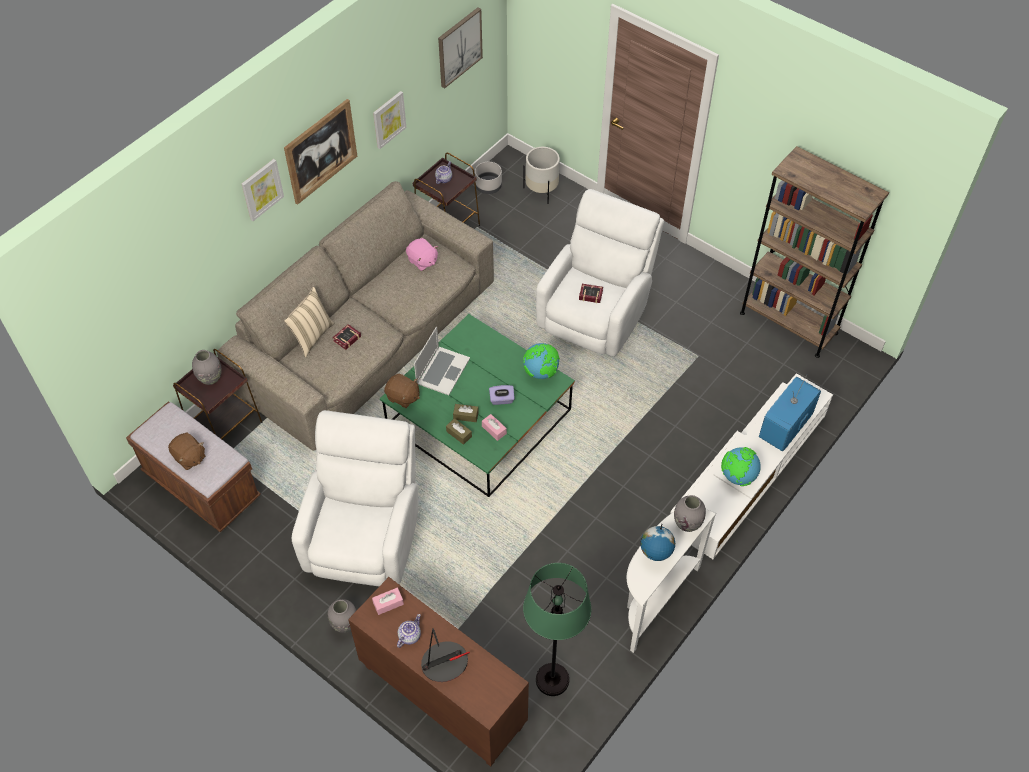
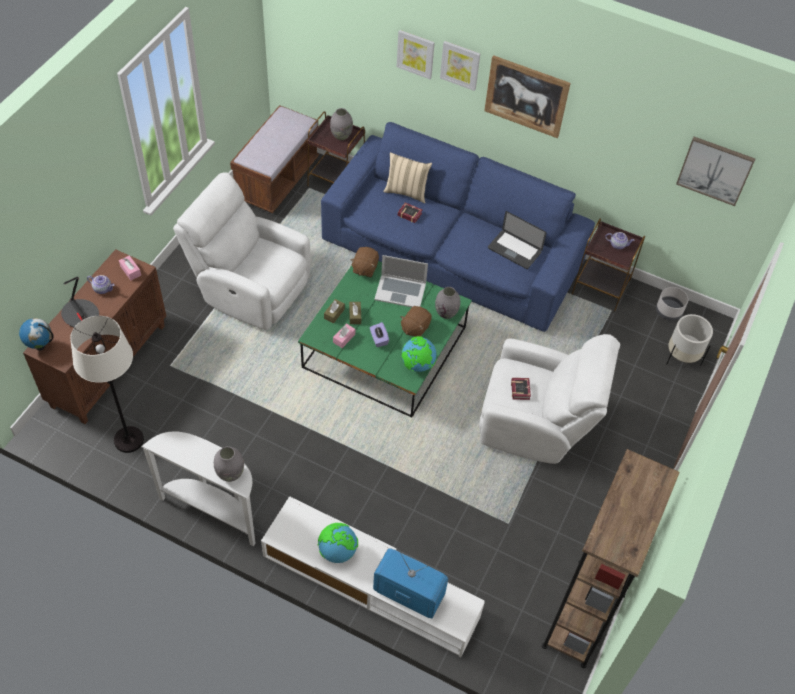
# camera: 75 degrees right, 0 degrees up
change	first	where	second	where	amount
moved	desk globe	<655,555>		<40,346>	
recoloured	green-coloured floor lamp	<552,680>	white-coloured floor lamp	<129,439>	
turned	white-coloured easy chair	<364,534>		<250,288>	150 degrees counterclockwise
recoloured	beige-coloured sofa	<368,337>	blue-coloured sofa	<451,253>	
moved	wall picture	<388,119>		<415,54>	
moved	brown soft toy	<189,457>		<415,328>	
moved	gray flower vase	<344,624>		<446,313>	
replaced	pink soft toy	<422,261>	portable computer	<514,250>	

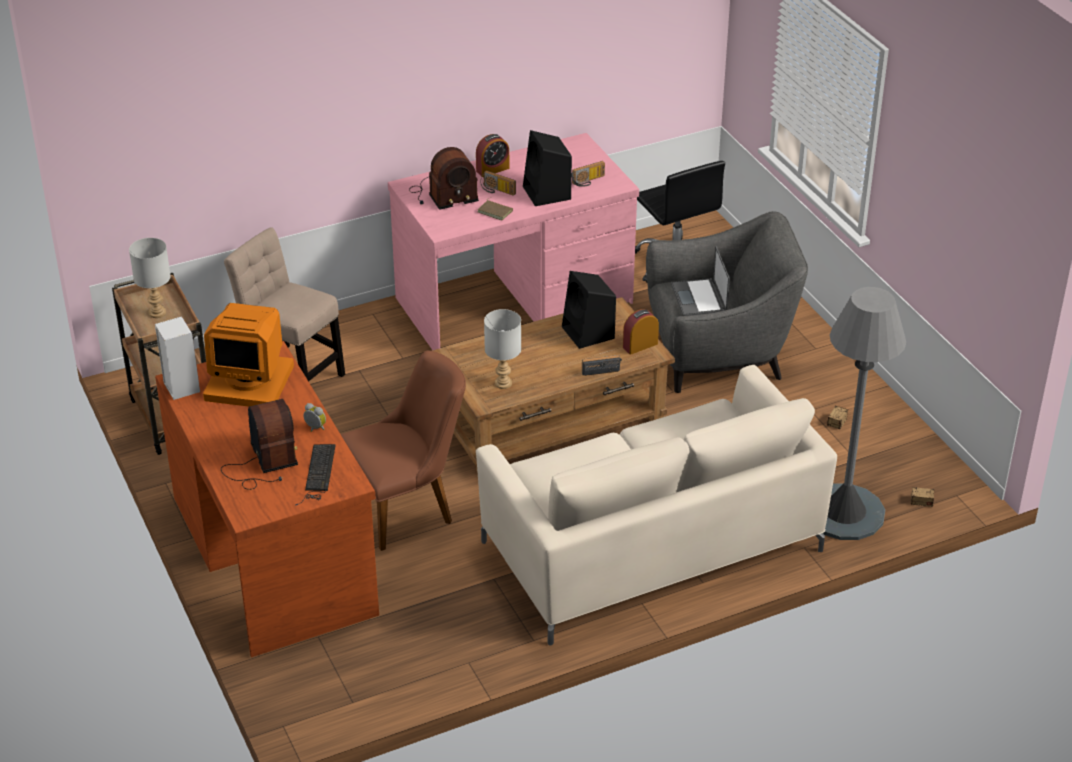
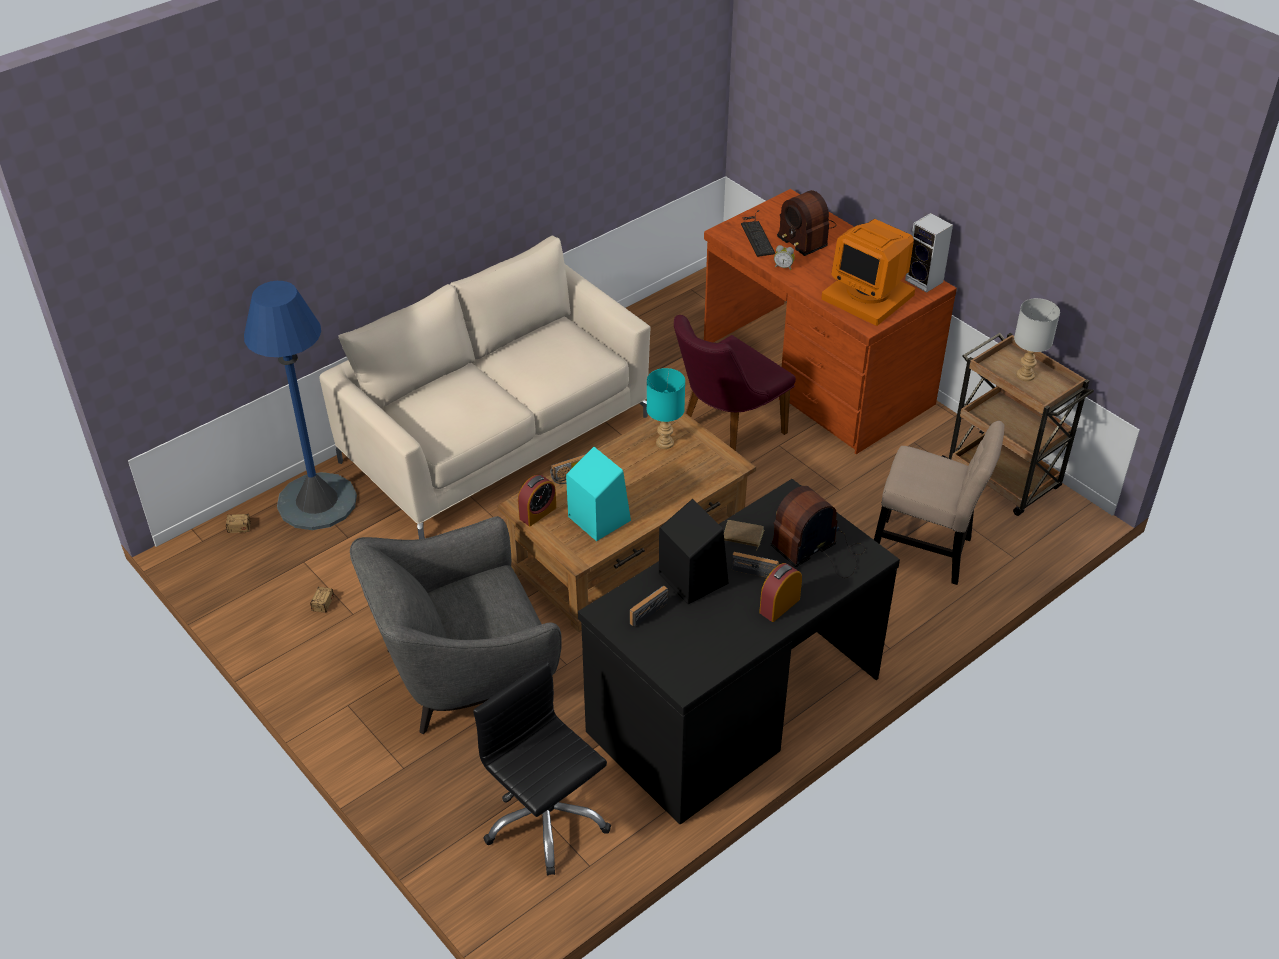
# camera: 165 degrees right, 5 degrees up
change	first	where	second	where	amount
recoloured	gray floor lamp	<844,513>	blue-coloured floor lamp	<317,502>	
recoloured	blackish audio speaker	<589,333>	turquoise-coloured audio speaker	<597,518>	
recoloured	pink desk table	<515,301>	blackish desk table	<732,704>	
recoloured	gray lamp for a table	<504,383>	turquoise-coloured lamp for a table	<664,443>	
recoloured	brown plain chair	<409,508>	purple-coloured plain chair	<725,433>	
turned	computer screen	<250,381>		<869,296>	135 degrees counterclockwise
removed	portable computer	<699,299>			

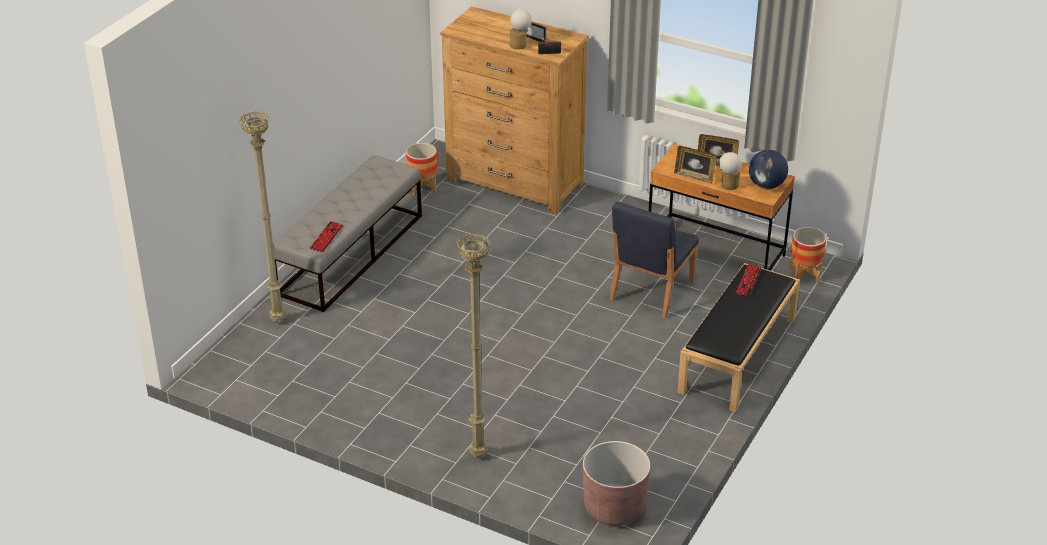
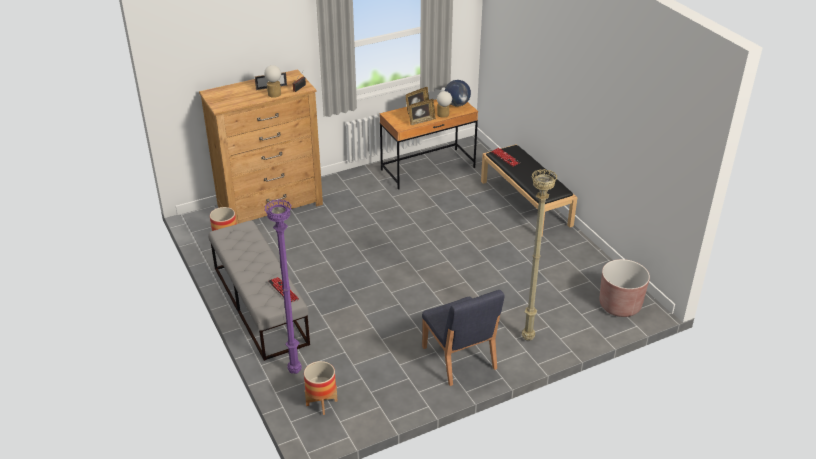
# camera: 55 degrees left, 0 degrees up
change	first	where	second	where	amount
recoloured	beige-coloured floor lamp	<277,321>	purple-coloured floor lamp	<295,372>	
moved	plant pot	<804,275>		<322,403>	
moved	blue-coloured plain chair	<651,291>		<459,358>	

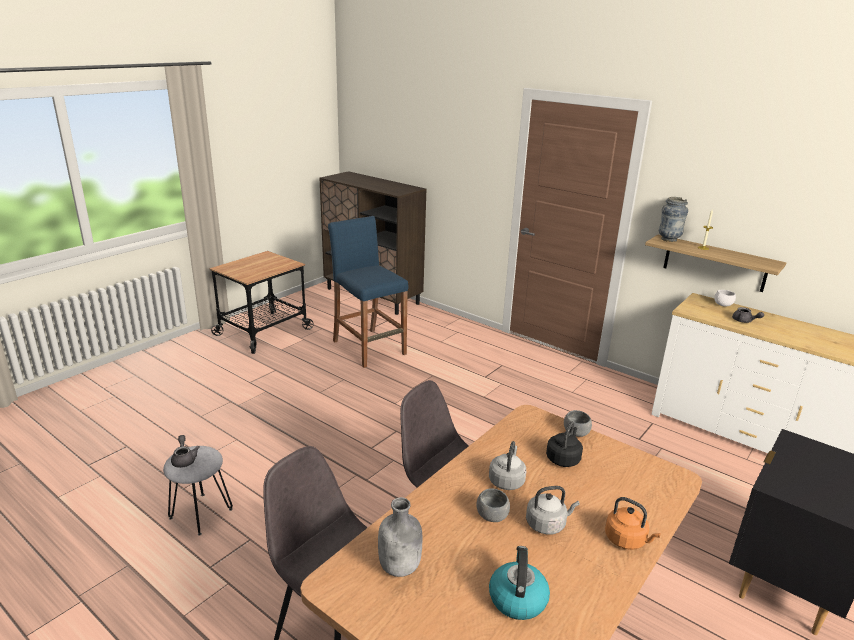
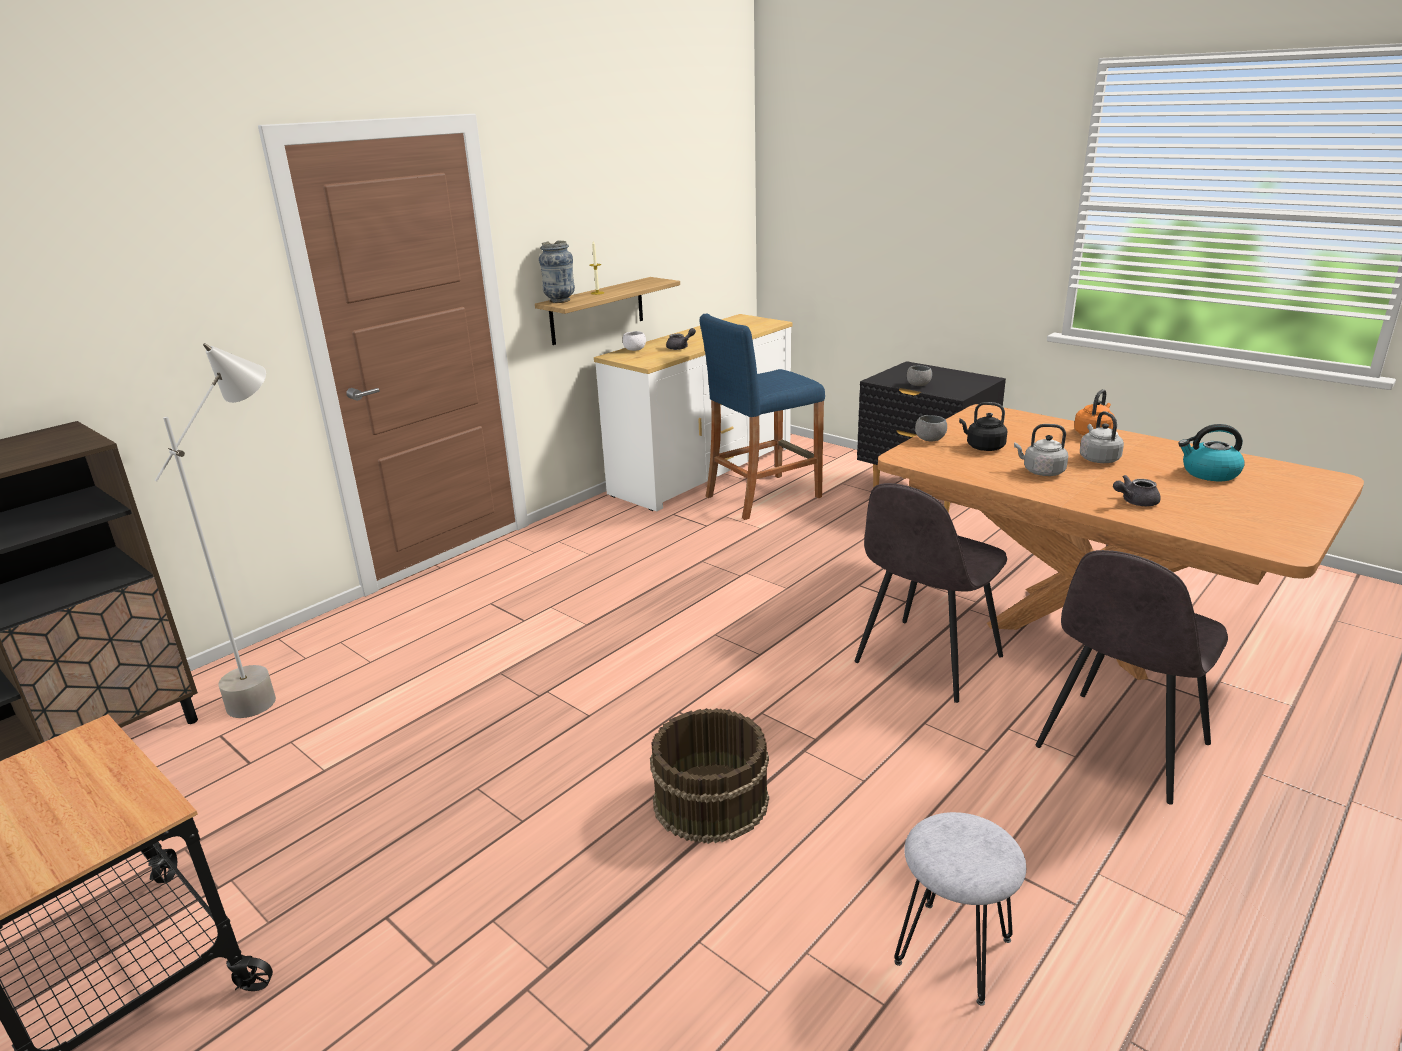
# camera: 85 degrees left, 0 degrees up
change	first	where	second	where	amount
added			gray floor lamp	<281,683>	
added			brown water bucket	<710,800>	
moved	blue-coloured stool seat	<369,348>		<763,496>	
moved	gray bowl	<492,516>		<918,385>	
moved	gray tea pot	<184,459>		<1134,502>	
removed	gray bottle	<400,567>			

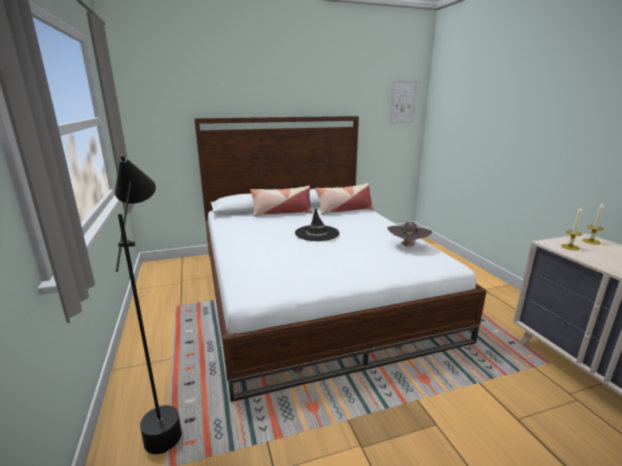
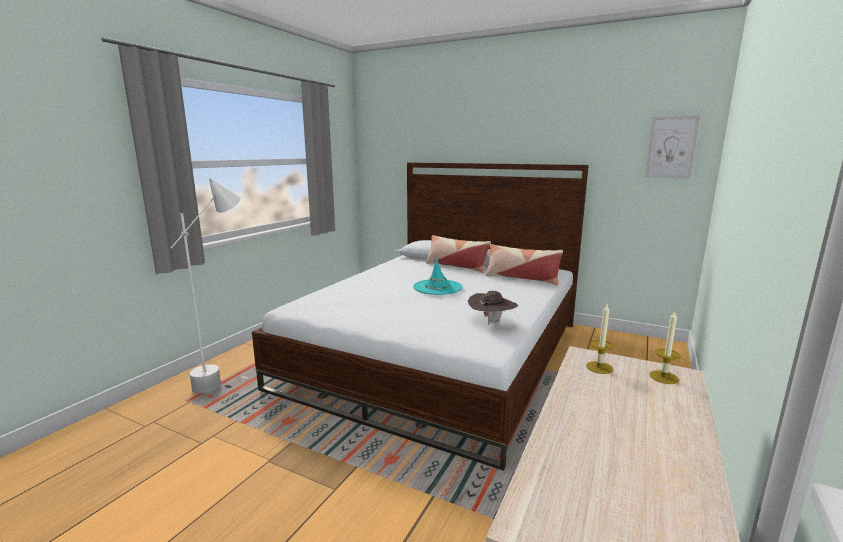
# camera: 45 degrees right, 5 degrees down
change	first	where	second	where	amount
recoloured	blackish floor lamp	<166,414>	white-coloured floor lamp	<226,377>	
recoloured	blackish clothing hat	<317,233>	turquoise-coloured clothing hat	<437,287>	

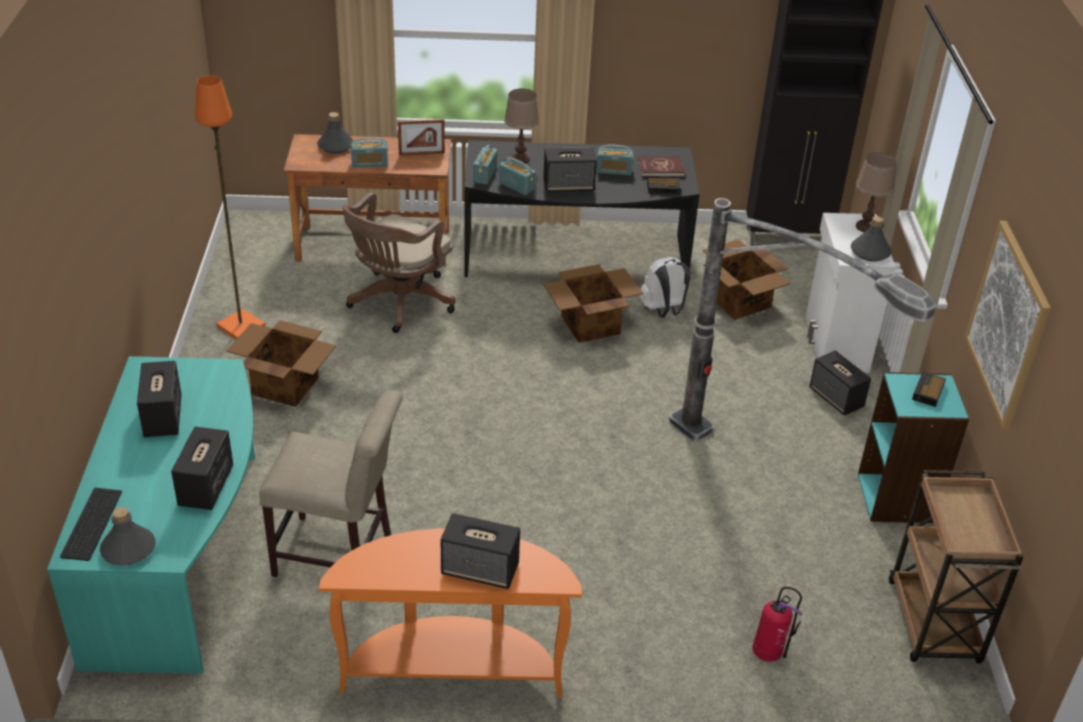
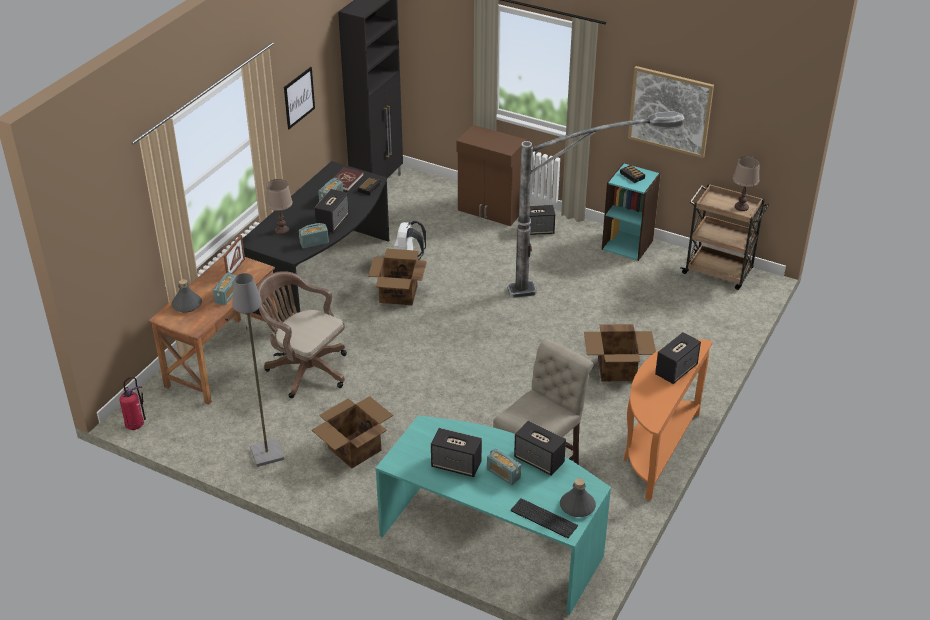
# camera: 60 degrees left, 0 degrees up
change	first	where	second	where	amount
moved	fire extinguisher	<769,653>		<135,425>	
recoloured	orange floor lamp	<240,326>	gray floor lamp	<266,454>	
turned	brown desk chair	<398,303>		<304,369>	150 degrees clockwise
added			wall picture	<299,97>	
recoloured	white-coloured cabinet	<835,344>	brown cabinet	<491,211>	
moved	radio set	<485,175>		<503,474>	
moved	cardboard box	<740,302>		<617,369>	
moved	brown lamp for a table	<865,227>		<741,207>	
removed	gray bottle	<869,252>			

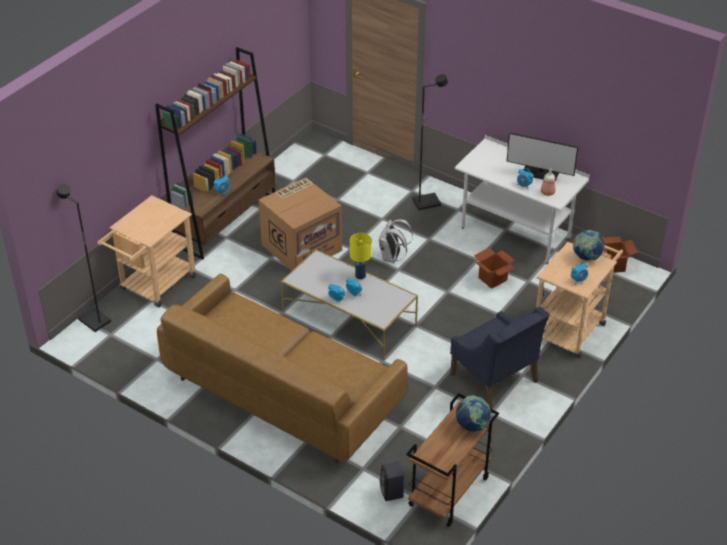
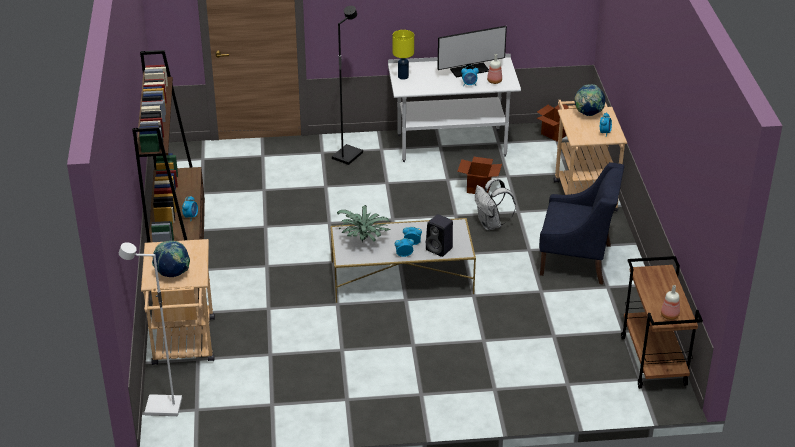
# camera: 40 degrees left, 5 degrees down
change	first	where	second	where	amount
recoloured	blackish floor lamp	<93,321>	white-coloured floor lamp	<163,407>	
moved	desk globe	<472,426>		<173,274>	
added			plant in a pot	<364,240>	
moved	yellowish lamp for a table	<360,275>		<403,76>	
moved	blackish audio speaker	<392,492>		<440,249>	
moved	white-coloured rucksack	<392,257>		<491,224>	
added			bottle	<669,315>	
removed	brown sofa	<281,393>			
removed	cardboard box	<302,246>			

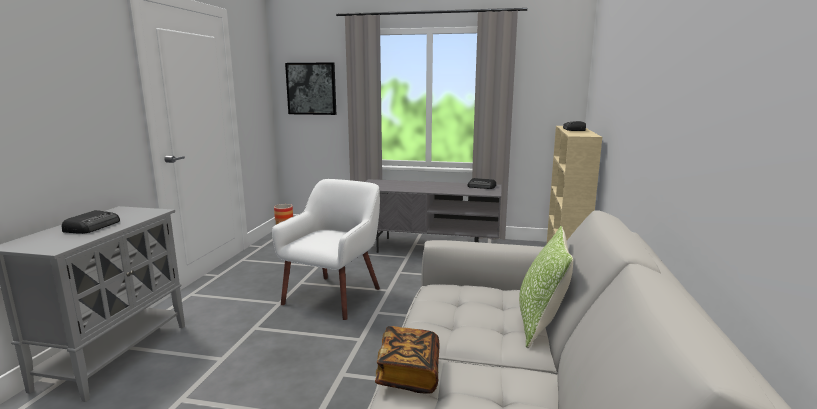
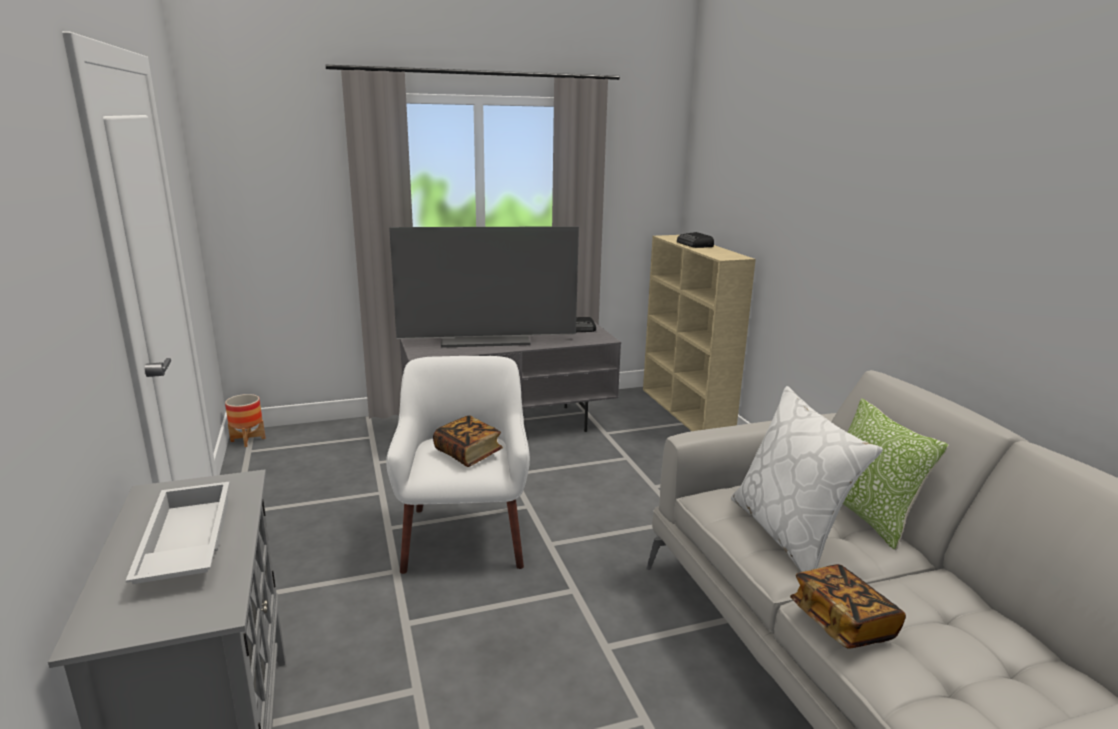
# camera: 30 degrees left, 5 degrees up
change	first	where	second	where	amount
replaced	radio set	<93,226>	white-coloured tray	<184,544>	
added			TV set	<486,339>	
added			bound book	<468,453>	
added			white-coloured cushion	<788,534>	
removed	wall picture	<311,88>			

